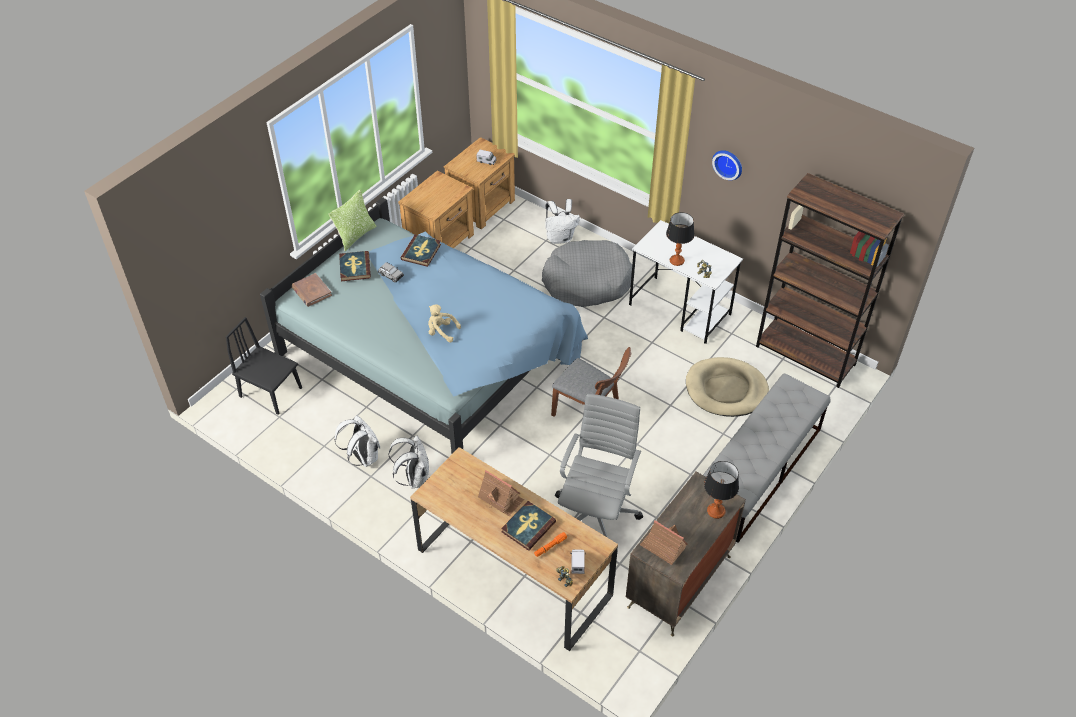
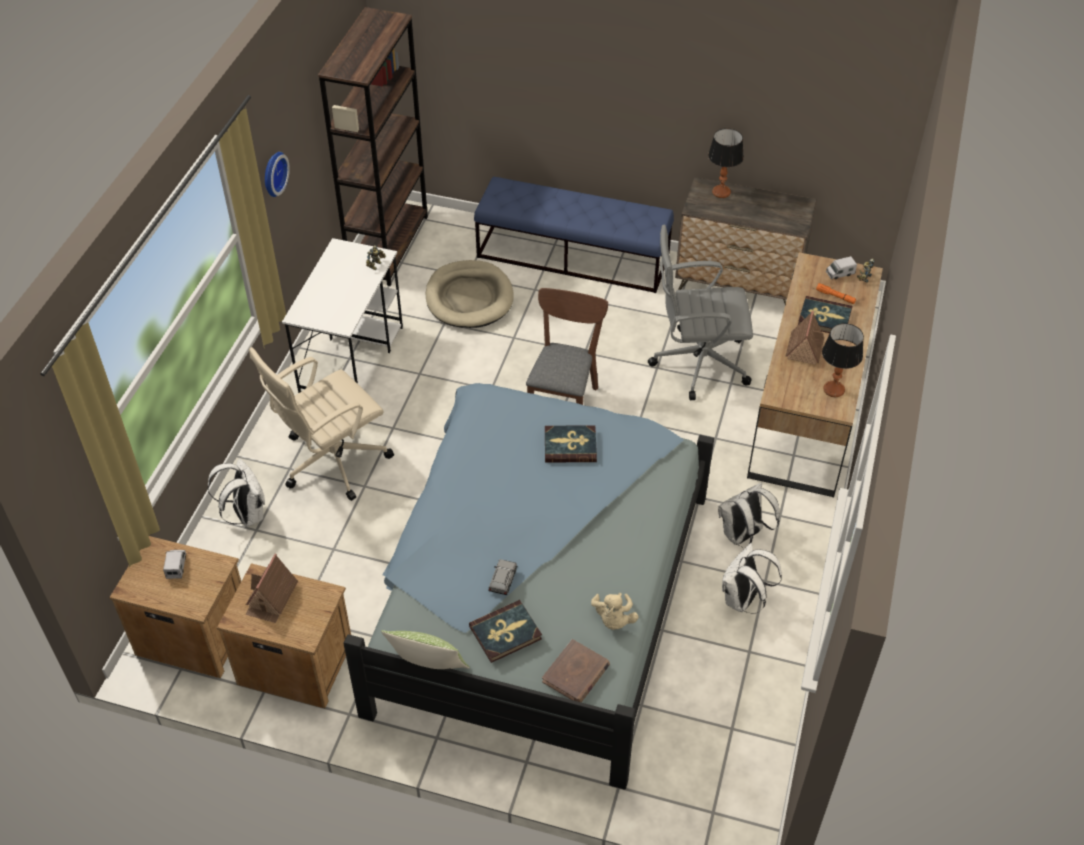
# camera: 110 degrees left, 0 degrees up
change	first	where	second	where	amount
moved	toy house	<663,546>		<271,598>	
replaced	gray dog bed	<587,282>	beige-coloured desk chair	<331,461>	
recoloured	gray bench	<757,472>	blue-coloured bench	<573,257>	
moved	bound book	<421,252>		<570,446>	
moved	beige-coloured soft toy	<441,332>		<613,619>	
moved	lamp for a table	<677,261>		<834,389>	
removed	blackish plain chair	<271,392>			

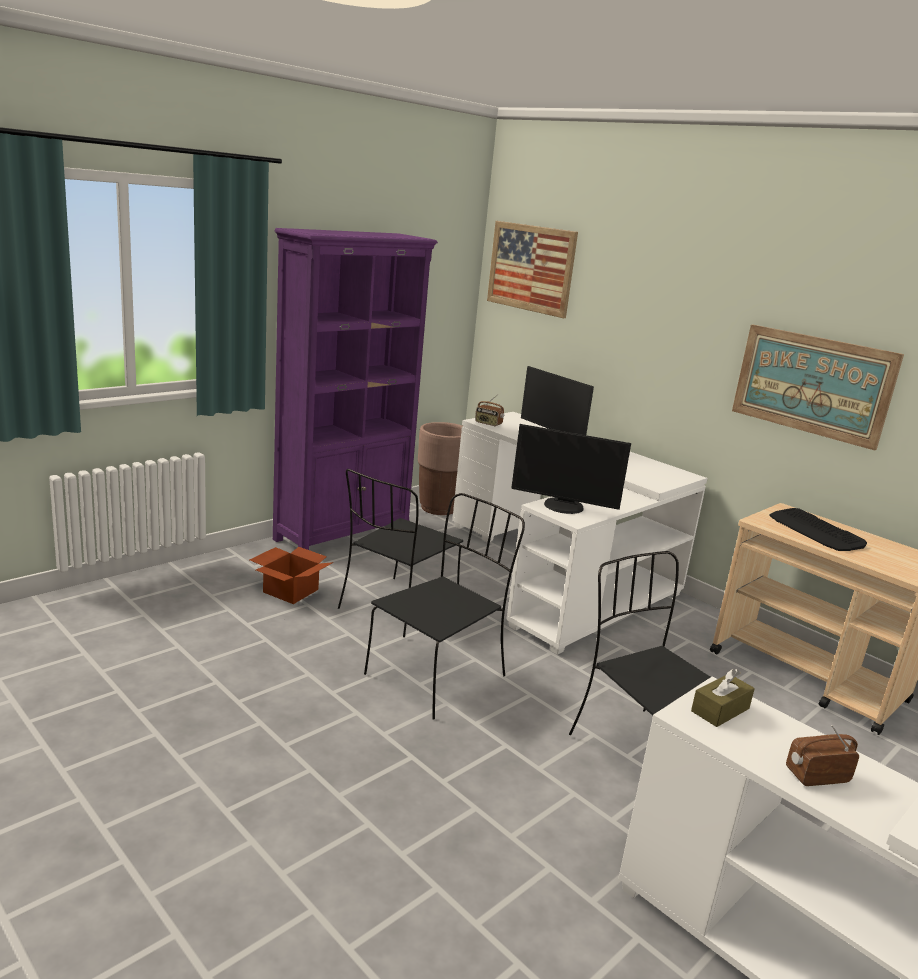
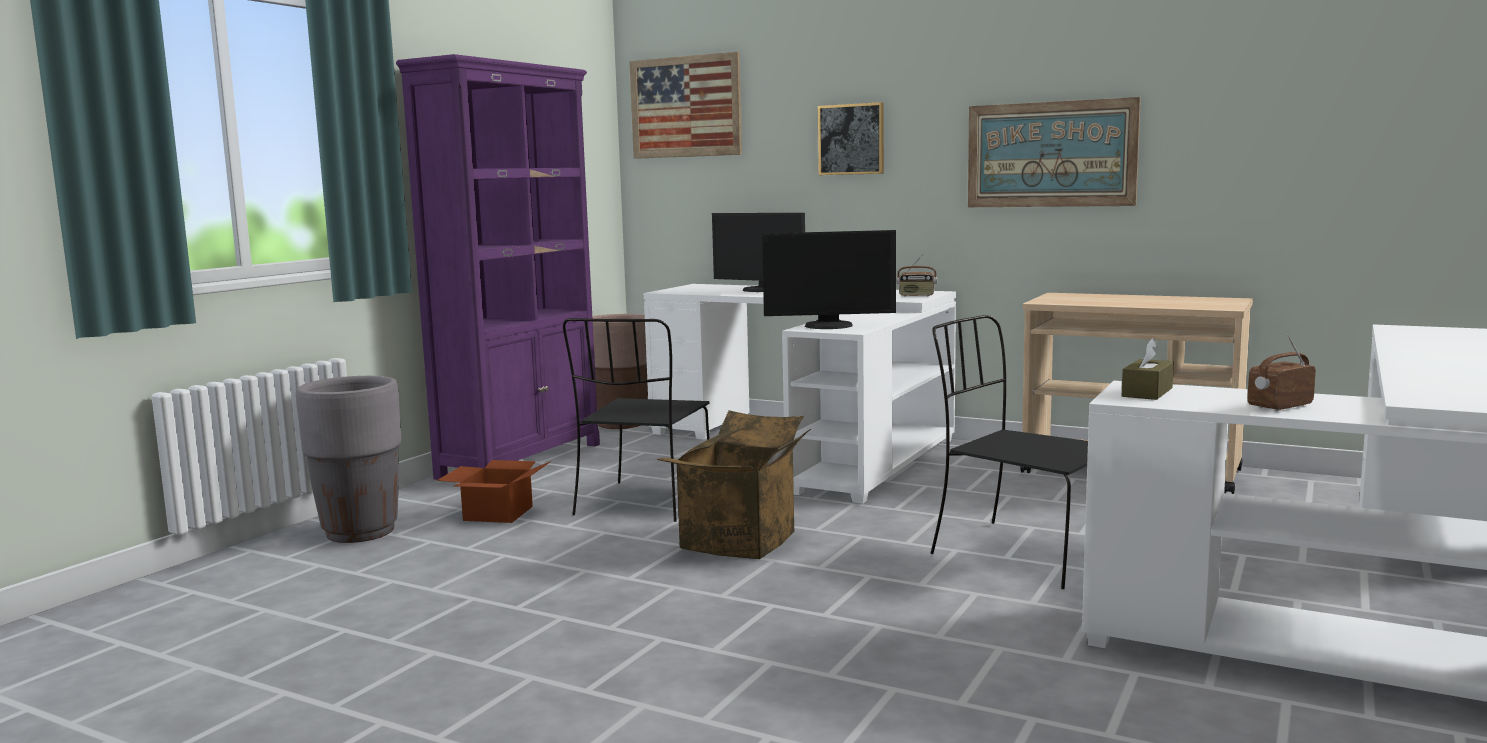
# camera: 15 degrees left, 10 degrees down
change	first	where	second	where	amount
added			gray plant pot	<360,532>	
replaced	blackish plain chair	<438,674>	cardboard box	<742,541>	
added			wall picture	<851,139>	
moved	radio set	<488,423>		<916,295>	
removed	keyboard	<816,531>			

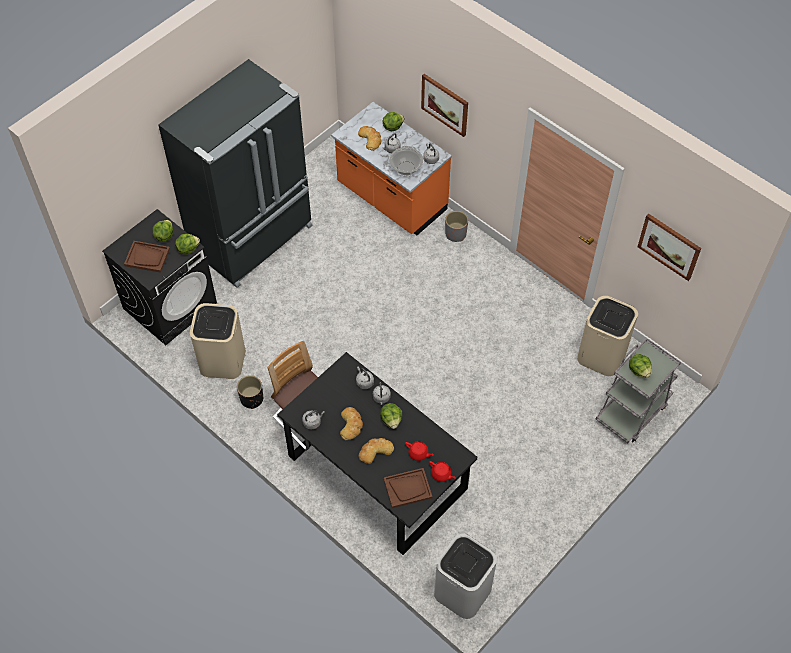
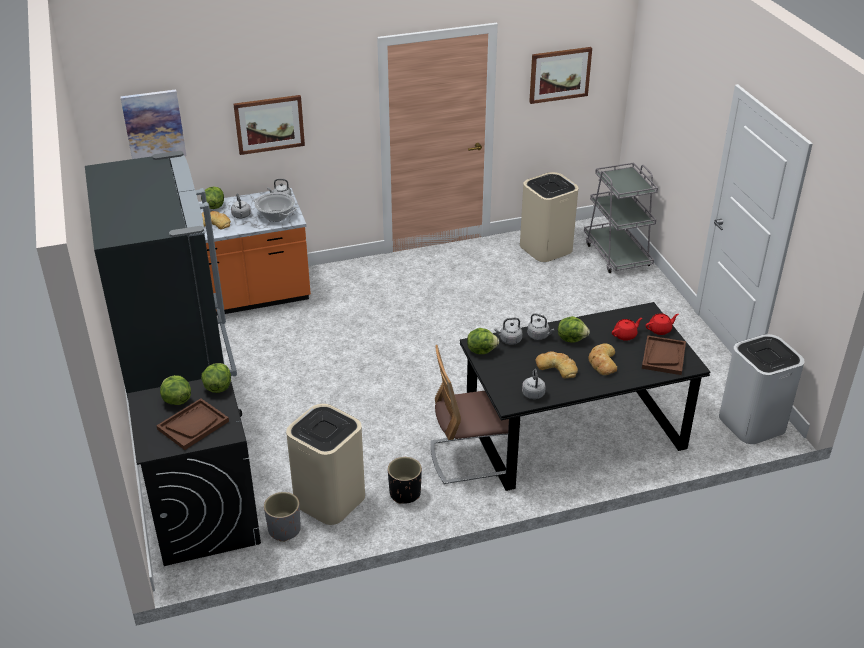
# camera: 60 degrees left, 20 degrees down
change	first	where	second	where	amount
added			wall picture	<154,126>	
moved	gray plant pot	<455,234>		<284,530>	
moved	head of lettuce	<639,370>		<481,350>	

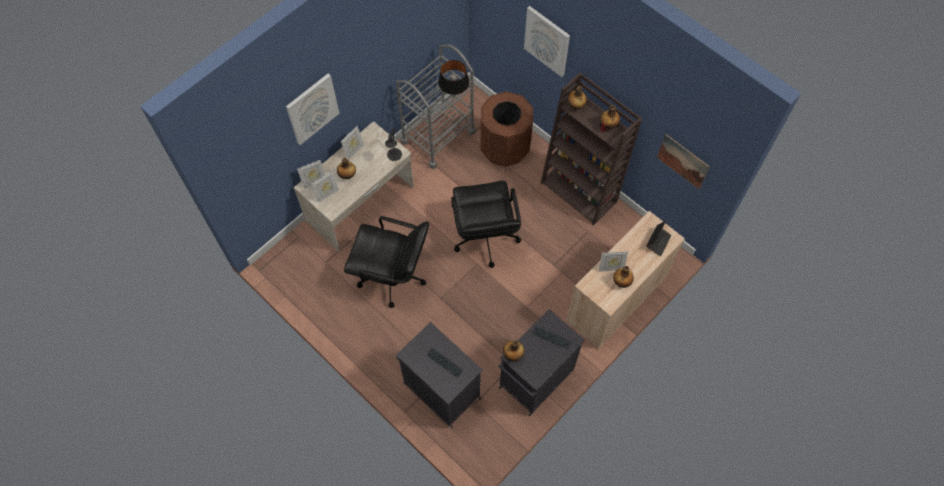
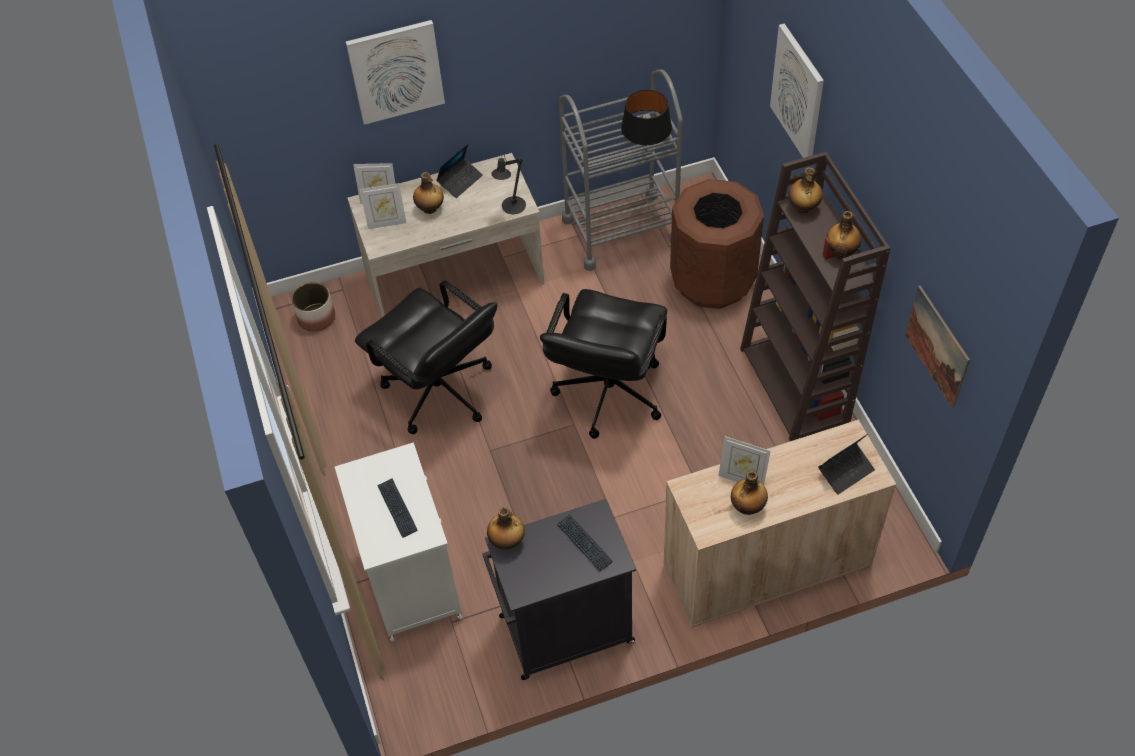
# camera: 30 degrees right, 10 degrees down
change	first	where	second	where	amount
added			plant pot	<316,317>	
recoloured	blackish cabinet	<440,390>	white-coloured cabinet	<411,580>	
replaced	photo frame	<354,151>	portable computer	<460,181>	

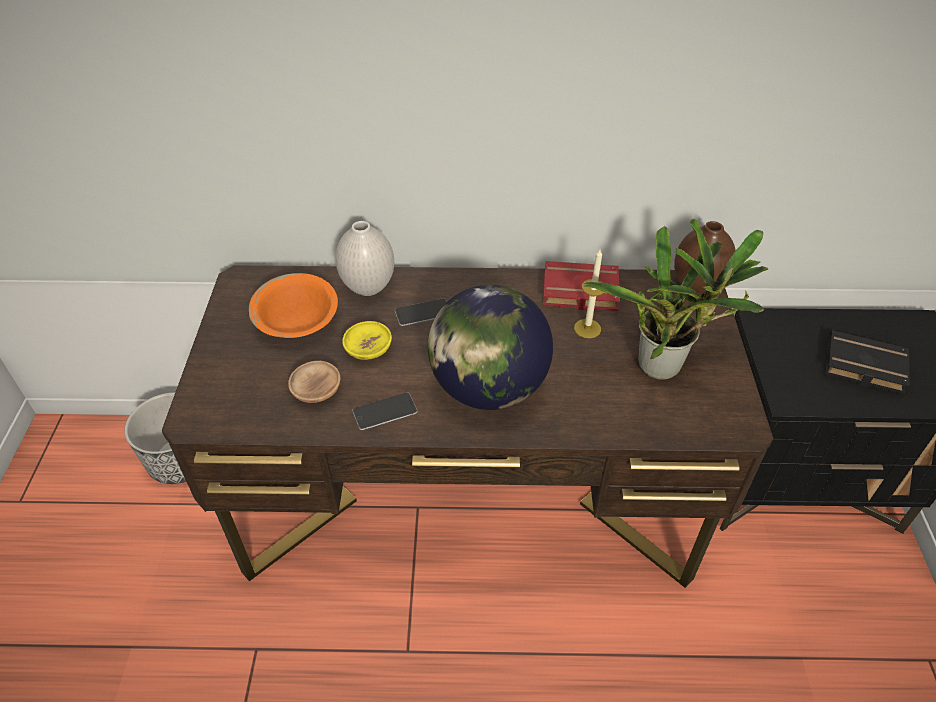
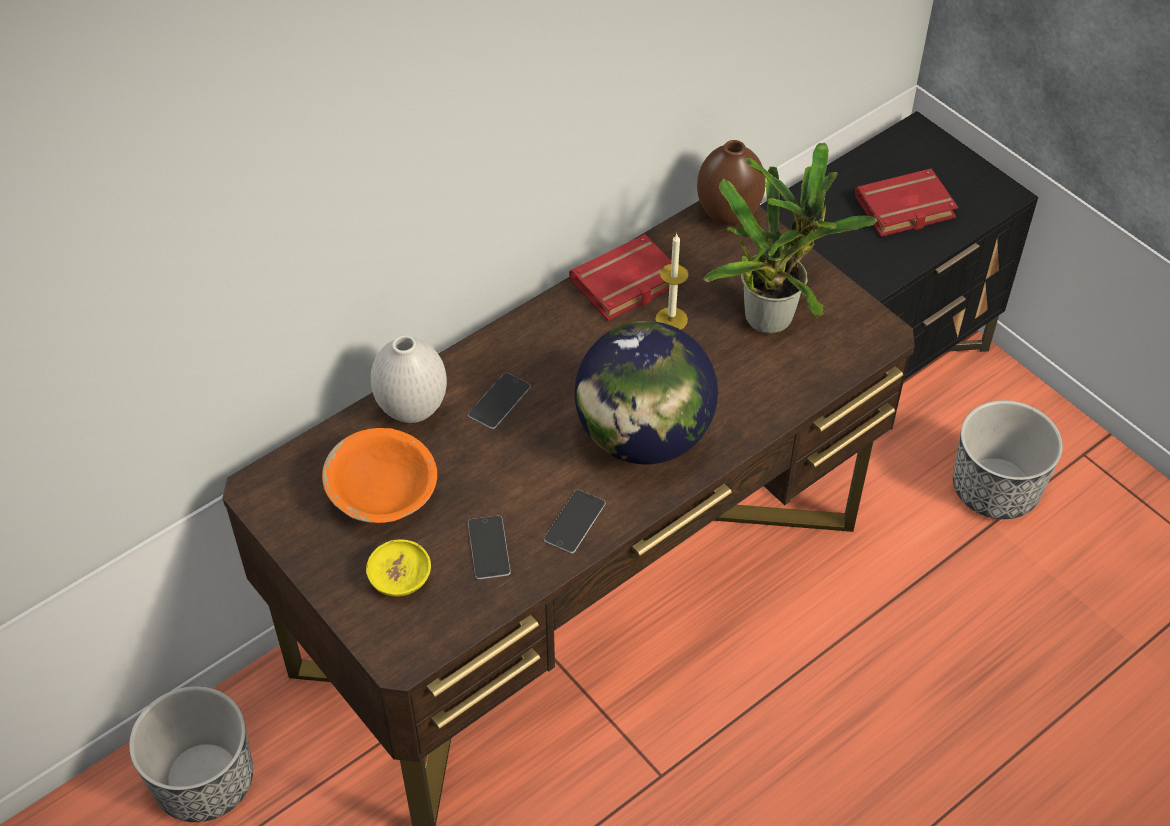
# camera: 40 degrees left, 5 degrees up
change	first	where	second	where	amount
moved	yellowish bowl	<368,350>		<400,579>	
replaced	brown bowl	<317,392>	phone	<489,547>	
recoloured	blackish bound book	<862,367>	red bound book	<904,210>	
added			plant pot	<996,489>	

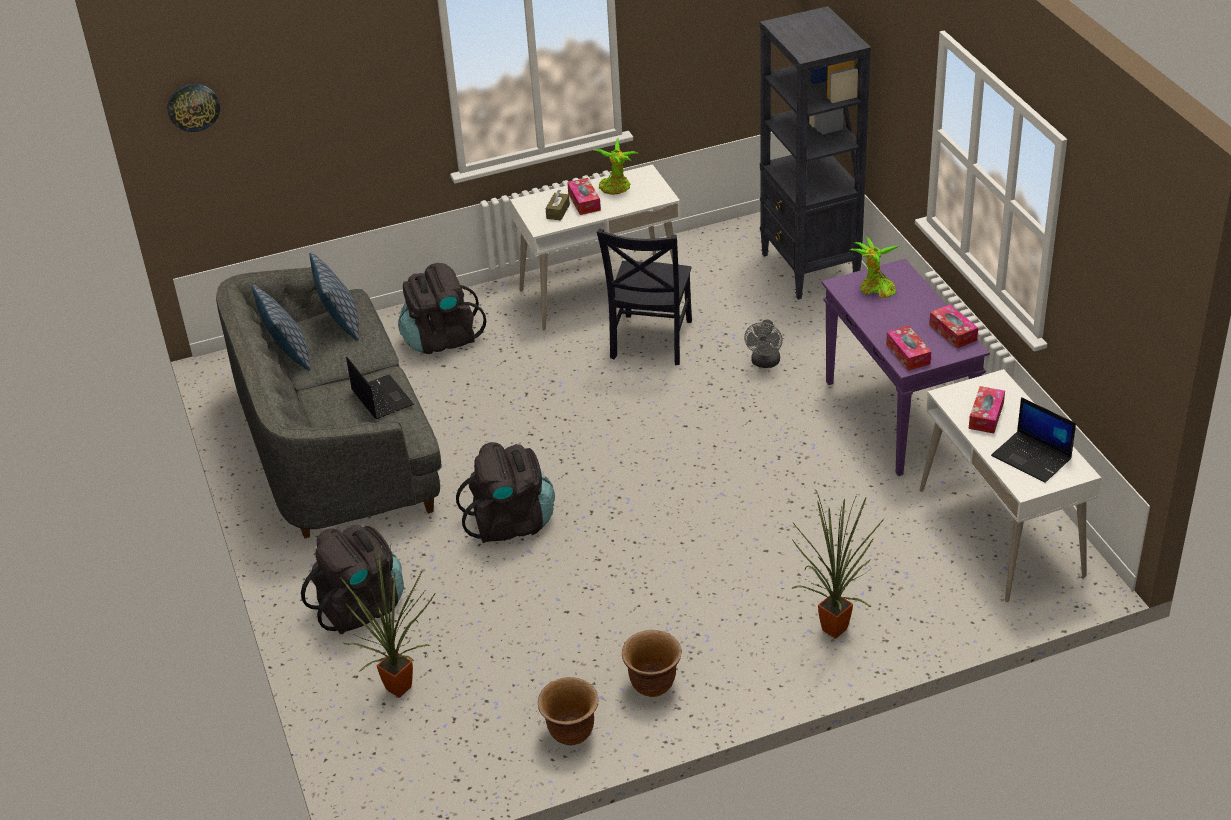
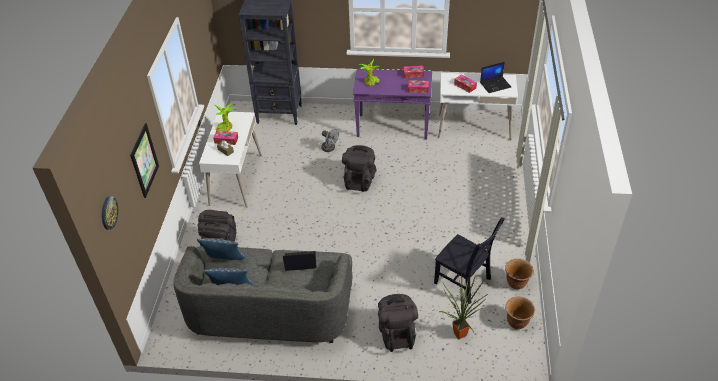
# camera: 65 degrees left, 5 degrees up
change	first	where	second	where	amount
added			wall picture	<144,160>	
moved	blackish rucksack	<511,522>		<359,180>	
moved	blackish plain chair	<650,342>		<464,282>	
moved	brown plant pot	<653,684>		<517,322>	
removed	plant in a pot	<831,627>			

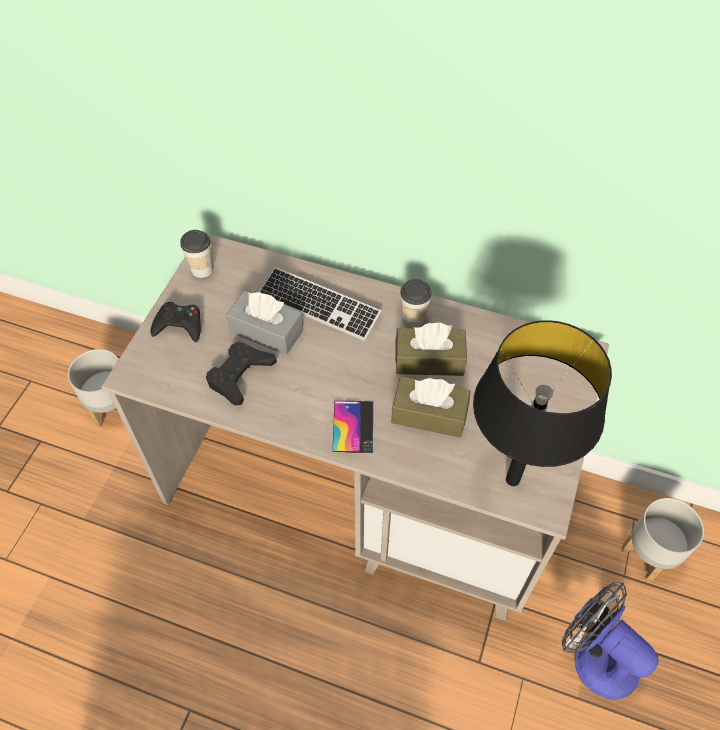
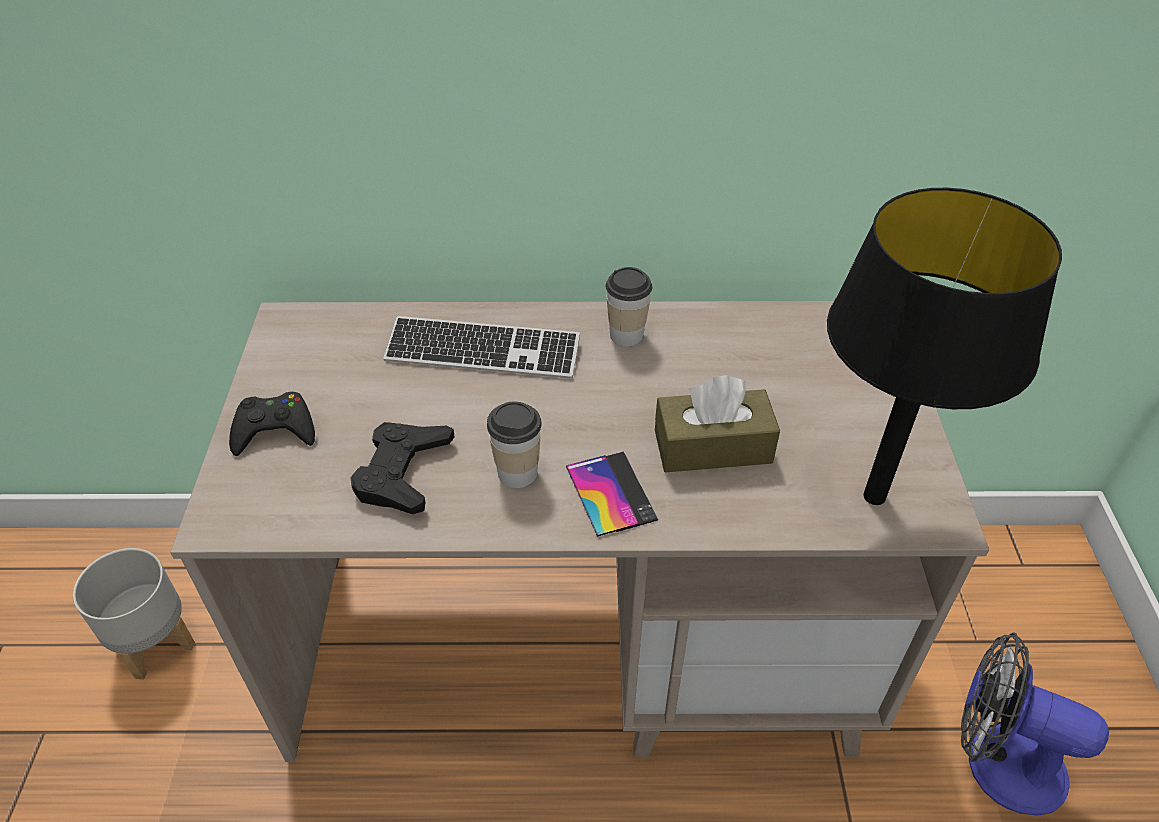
# camera: 20 degrees left, 10 degrees down
change	first	where	second	where	amount
moved	cup	<202,269>		<517,473>	
removed	gray tissue holder	<266,331>			
removed	brown tissue holder	<429,360>			
removed	gray plant pot	<648,553>			

